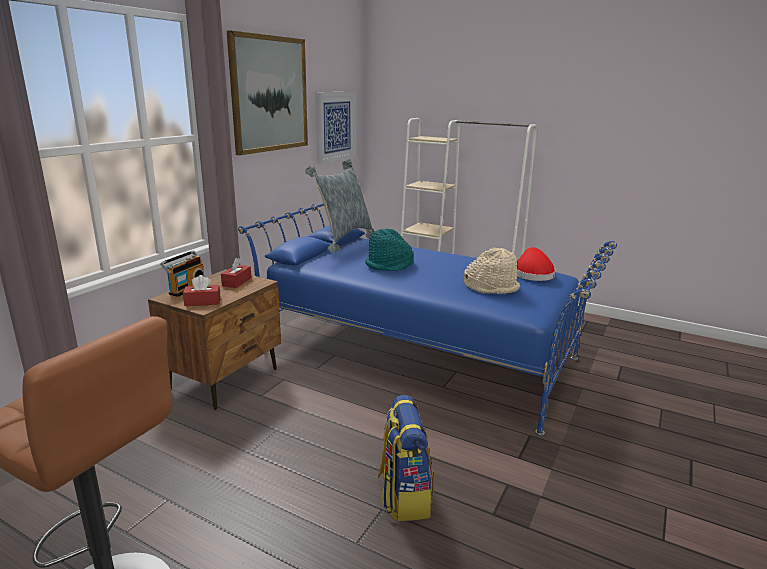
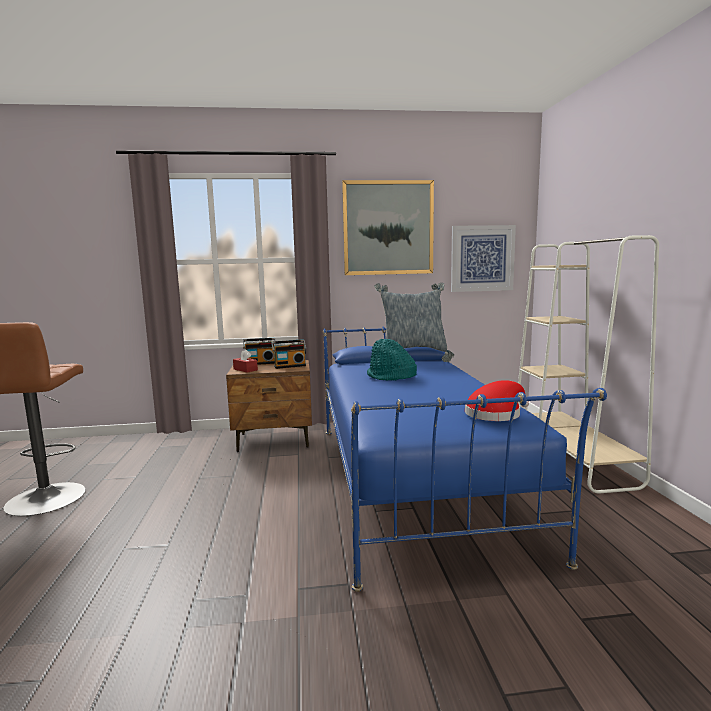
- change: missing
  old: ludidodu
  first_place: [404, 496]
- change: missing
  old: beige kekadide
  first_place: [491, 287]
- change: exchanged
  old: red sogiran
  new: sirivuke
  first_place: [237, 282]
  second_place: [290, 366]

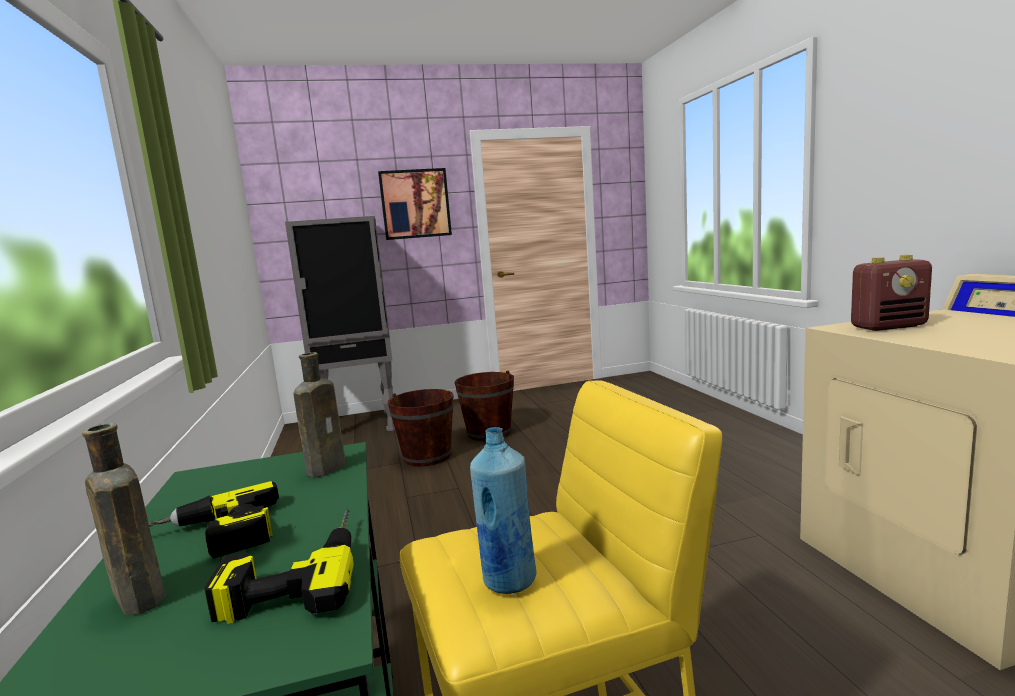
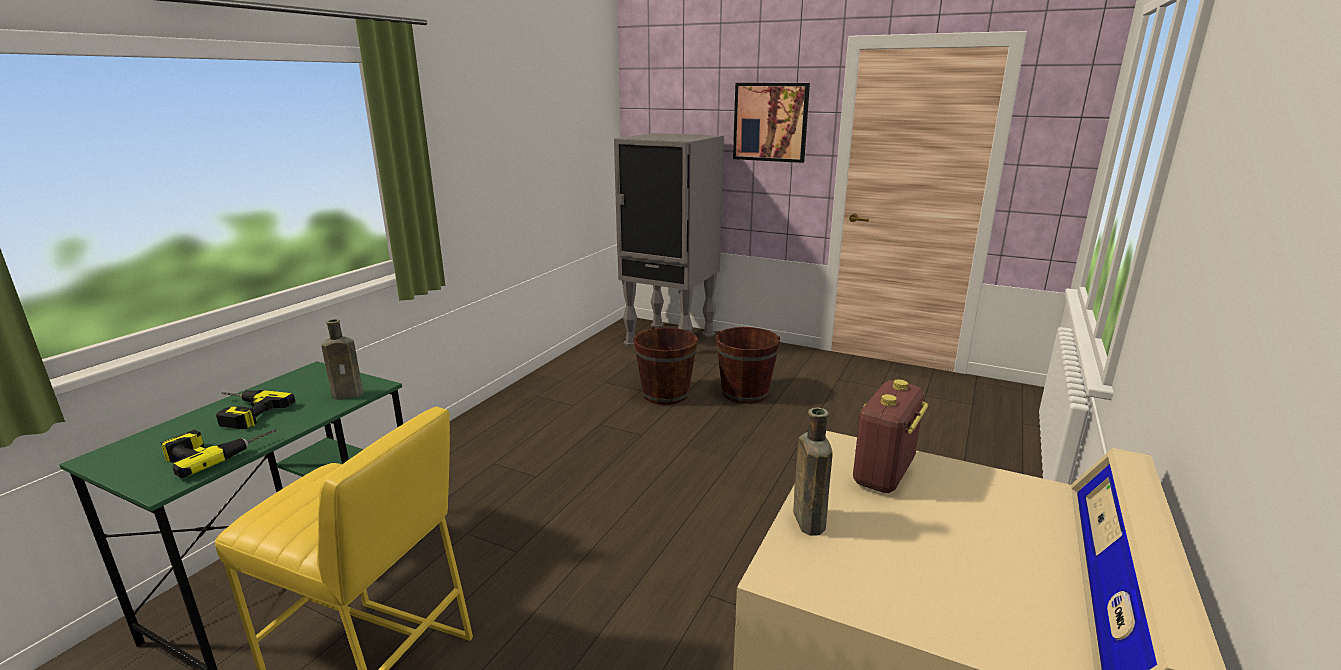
- change: missing
  old: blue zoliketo
  first_place: [508, 580]
- change: relocated
  old: brown zoliketo
  first_place: [138, 596]
  second_place: [807, 519]
- change: spun
  old: sirivuke
  first_place: [889, 327]
  second_place: [884, 473]
  degrees: 90

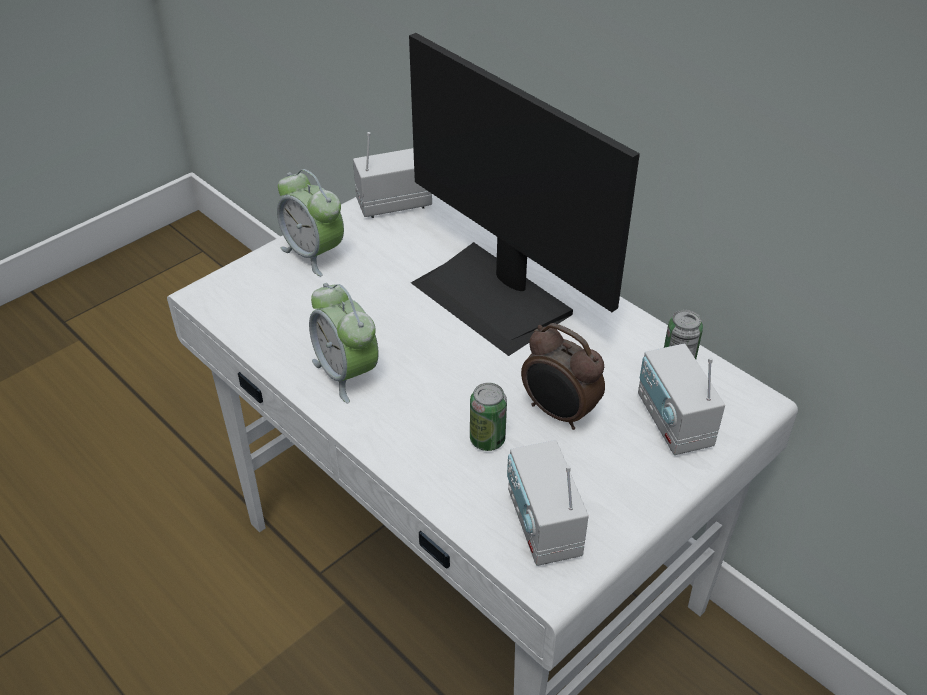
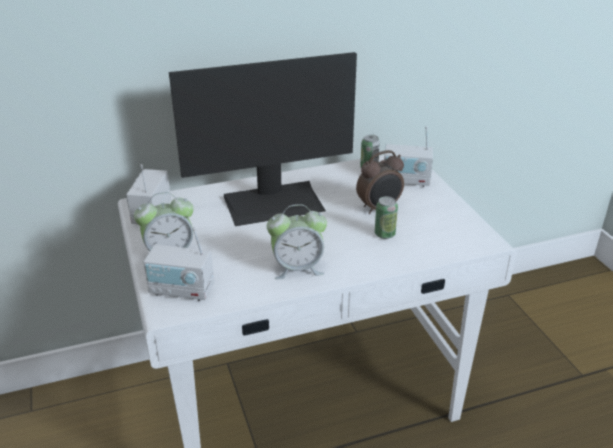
- change: relocated
  old: sirivuke
  first_place: [543, 525]
  second_place: [182, 290]

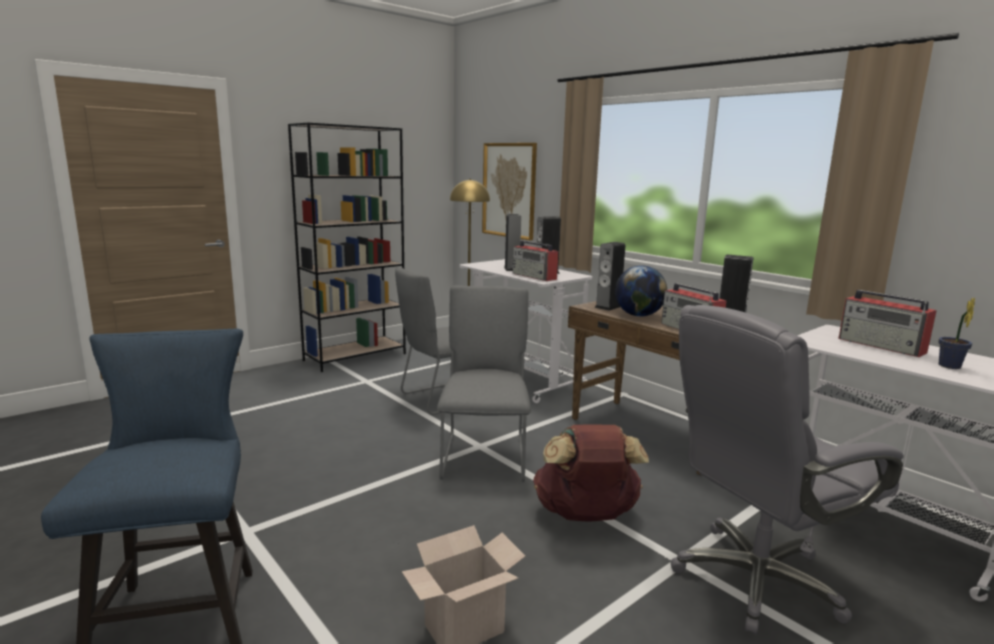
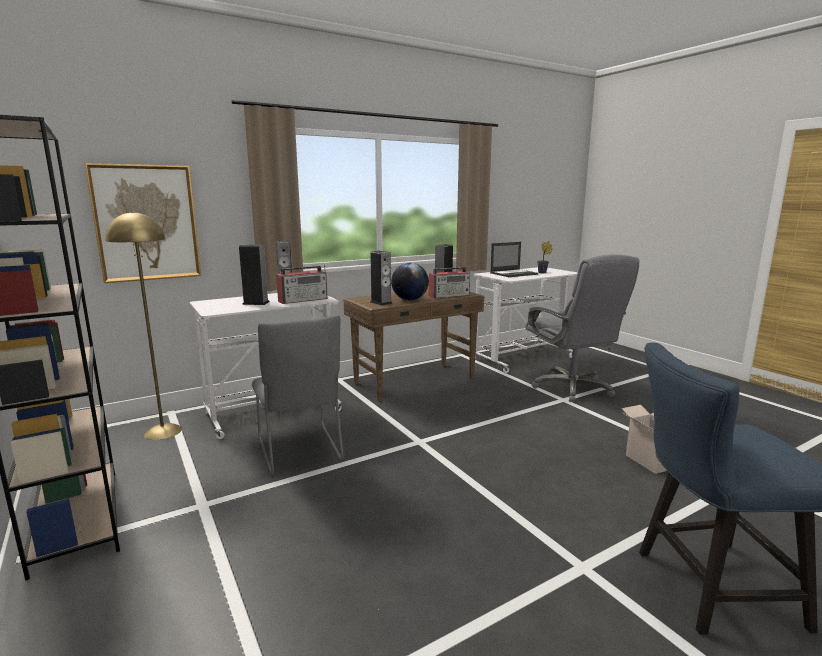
- change: missing
  old: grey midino
  first_place: [484, 456]
- change: missing
  old: brown ludidodu
  first_place: [586, 516]
- change: exchanged
  old: sirivuke
  new: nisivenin
  first_place: [882, 346]
  second_place: [514, 273]

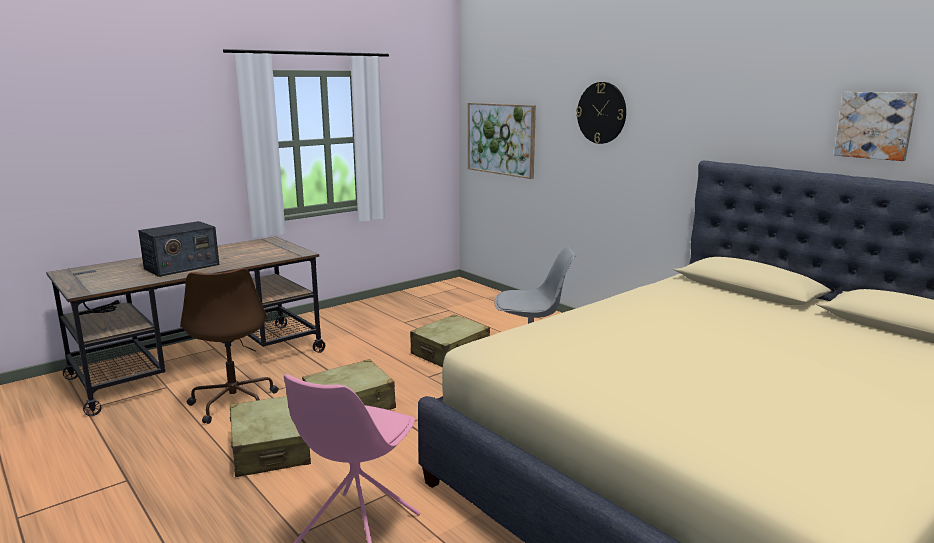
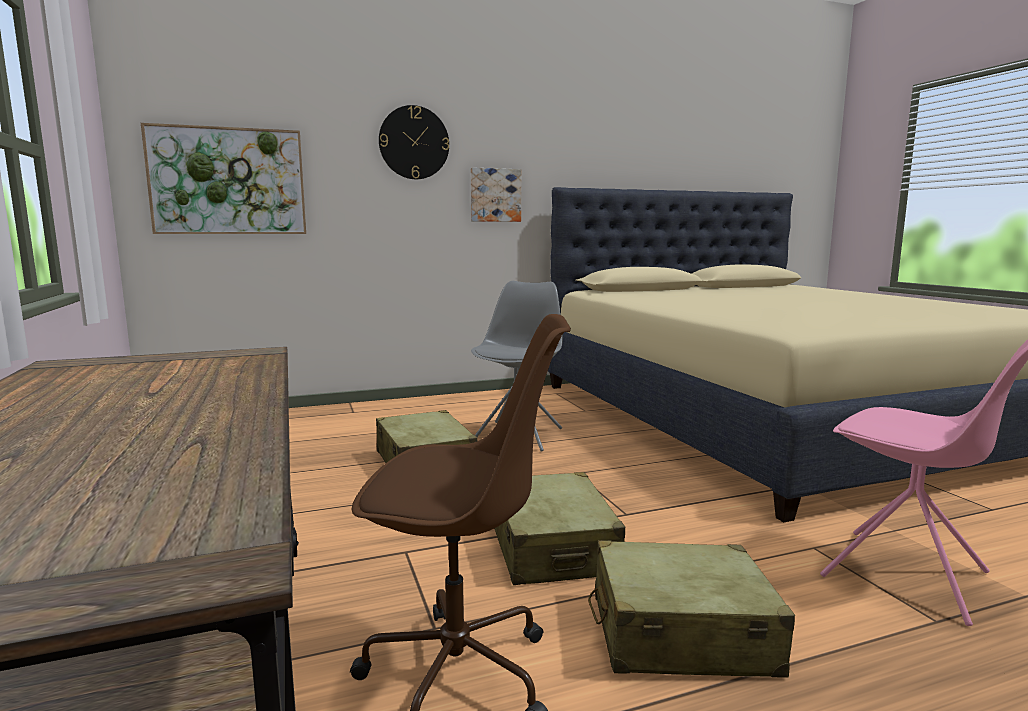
- change: missing
  old: sirivuke
  first_place: [181, 267]
- change: relocated
  old: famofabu
  first_place: [875, 125]
  second_place: [495, 195]

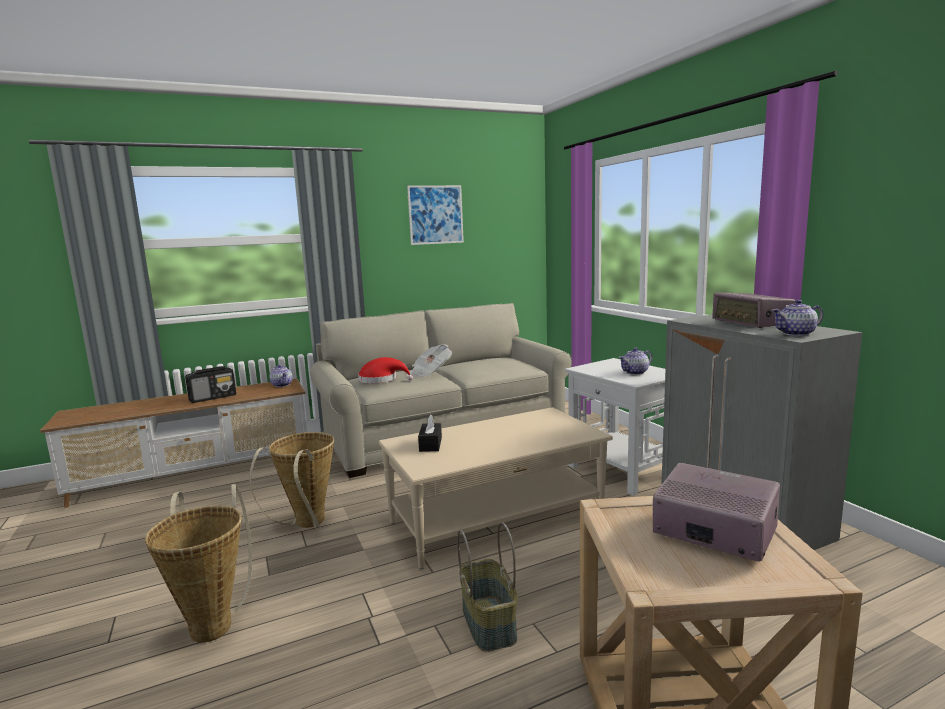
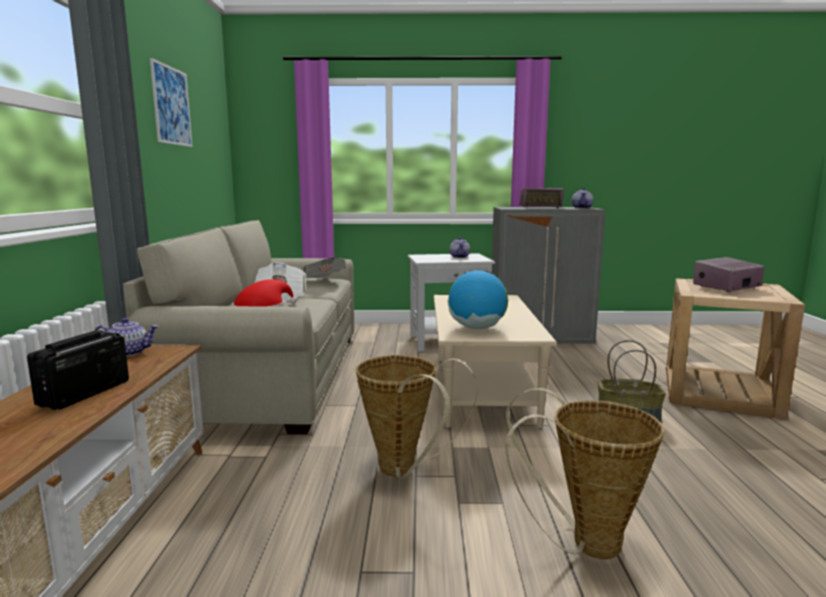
- change: appeared
  new: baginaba
  second_place: [324, 281]
- change: exchanged
  old: black sogiran
  new: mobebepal
  first_place: [430, 444]
  second_place: [477, 328]
- change: spun
  old: sirivuke
  first_place: [213, 398]
  second_place: [83, 394]
  degrees: -150

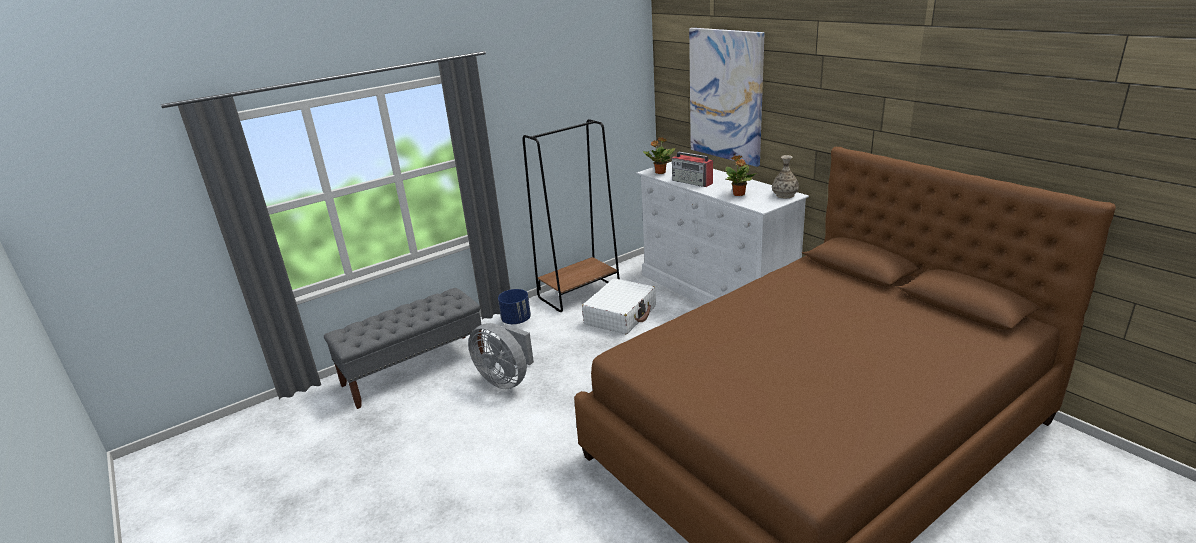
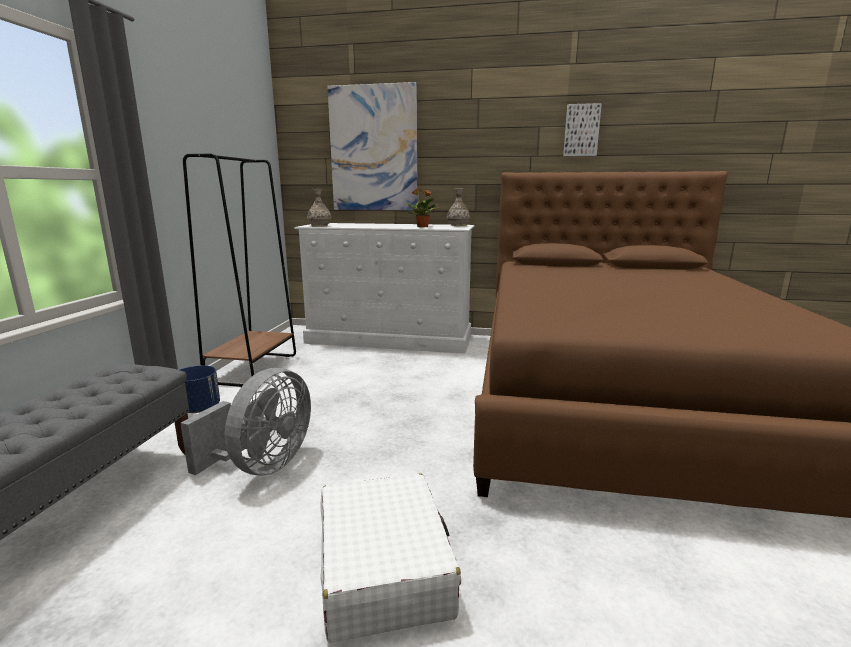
- change: missing
  old: sirivuke
  first_place: [692, 182]
- change: appeared
  new: famofabu
  second_place: [581, 130]
- change: relocated
  old: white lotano
  first_place: [621, 315]
  second_place: [384, 567]
- change: exchanged
  old: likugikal
  new: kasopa
  first_place: [660, 172]
  second_place: [319, 226]
- change: spun
  old: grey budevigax
  first_place: [506, 380]
  second_place: [262, 466]
  degrees: -60

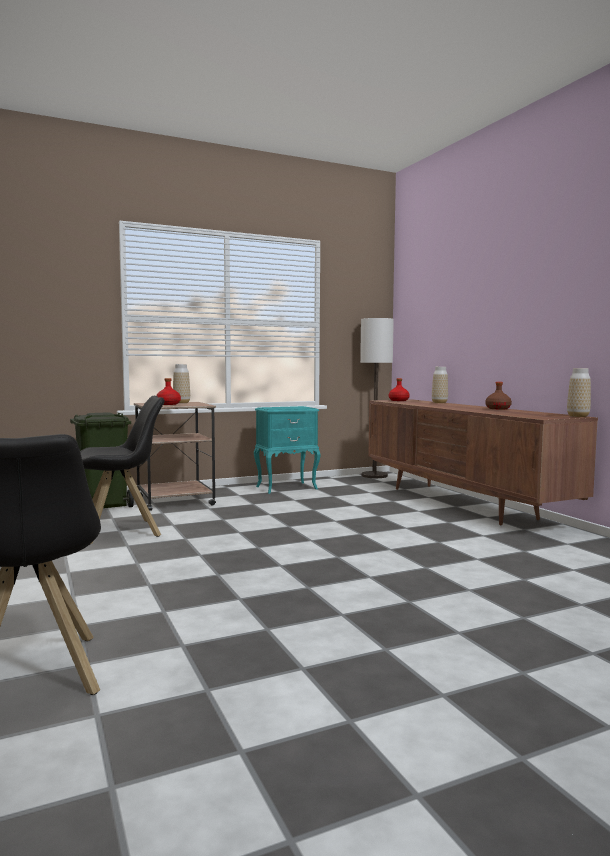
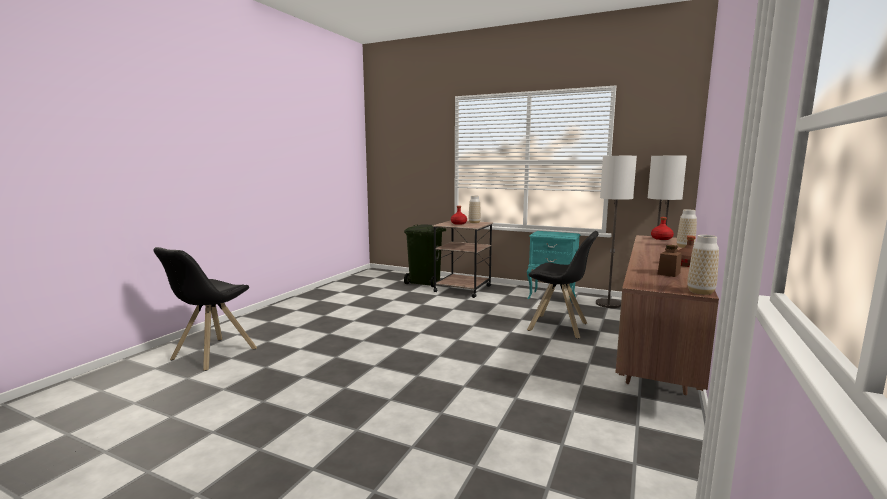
- change: appeared
  new: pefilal
  second_place: [608, 304]
- change: appeared
  new: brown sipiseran
  second_place: [668, 273]
- change: relocated
  old: black midino
  first_place: [121, 531]
  second_place: [558, 326]

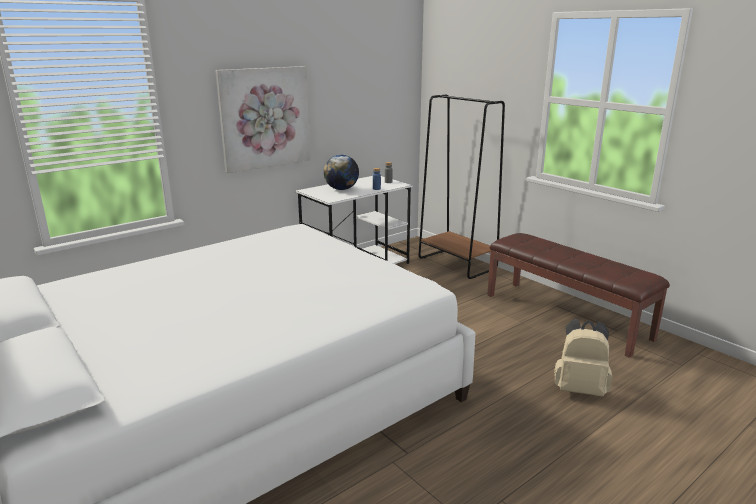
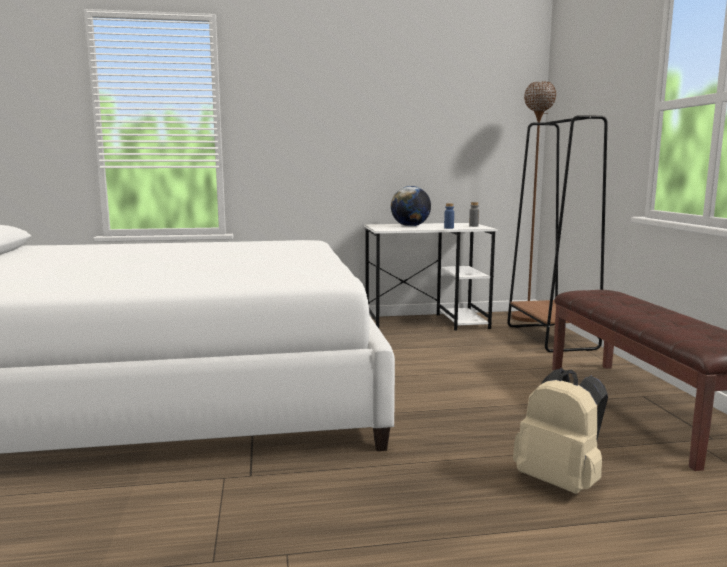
- change: missing
  old: famofabu
  first_place: [265, 118]
- change: appeared
  new: brown pefilal
  second_place: [528, 318]

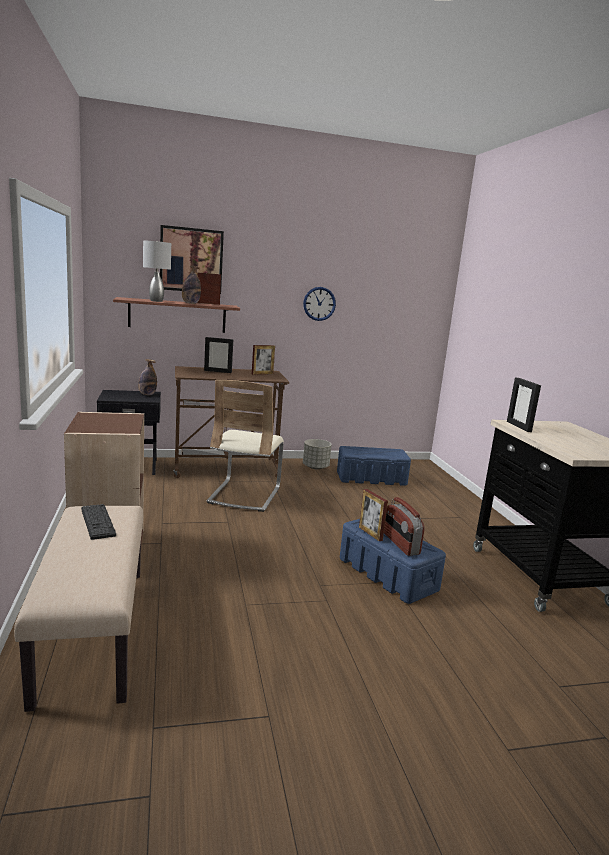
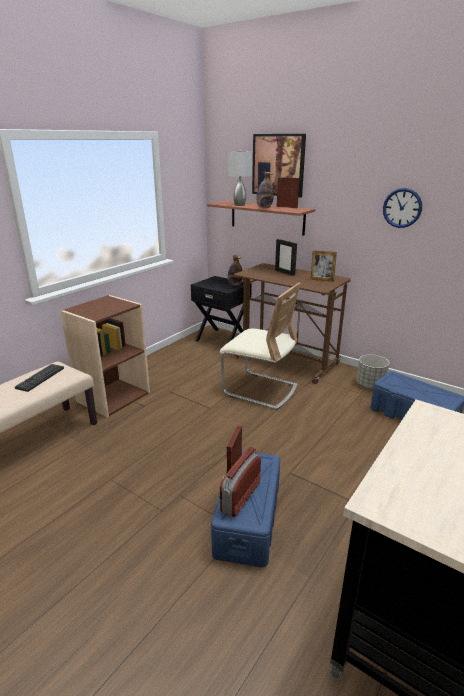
- change: missing
  old: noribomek
  first_place: [519, 426]
- change: spun
  old: beige midino
  first_place: [244, 495]
  second_place: [260, 390]
  degrees: -120

